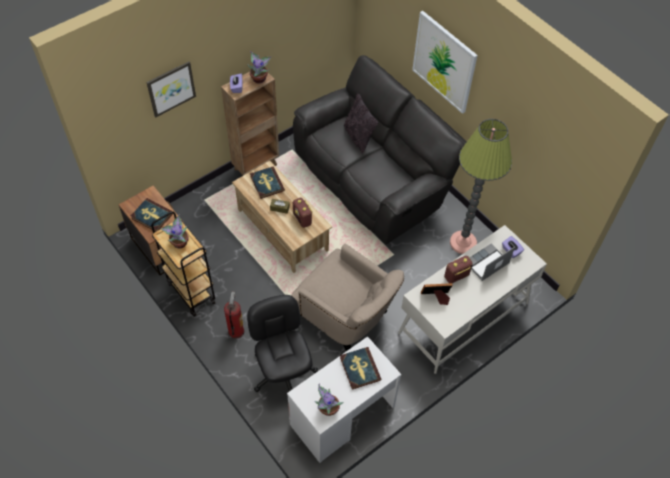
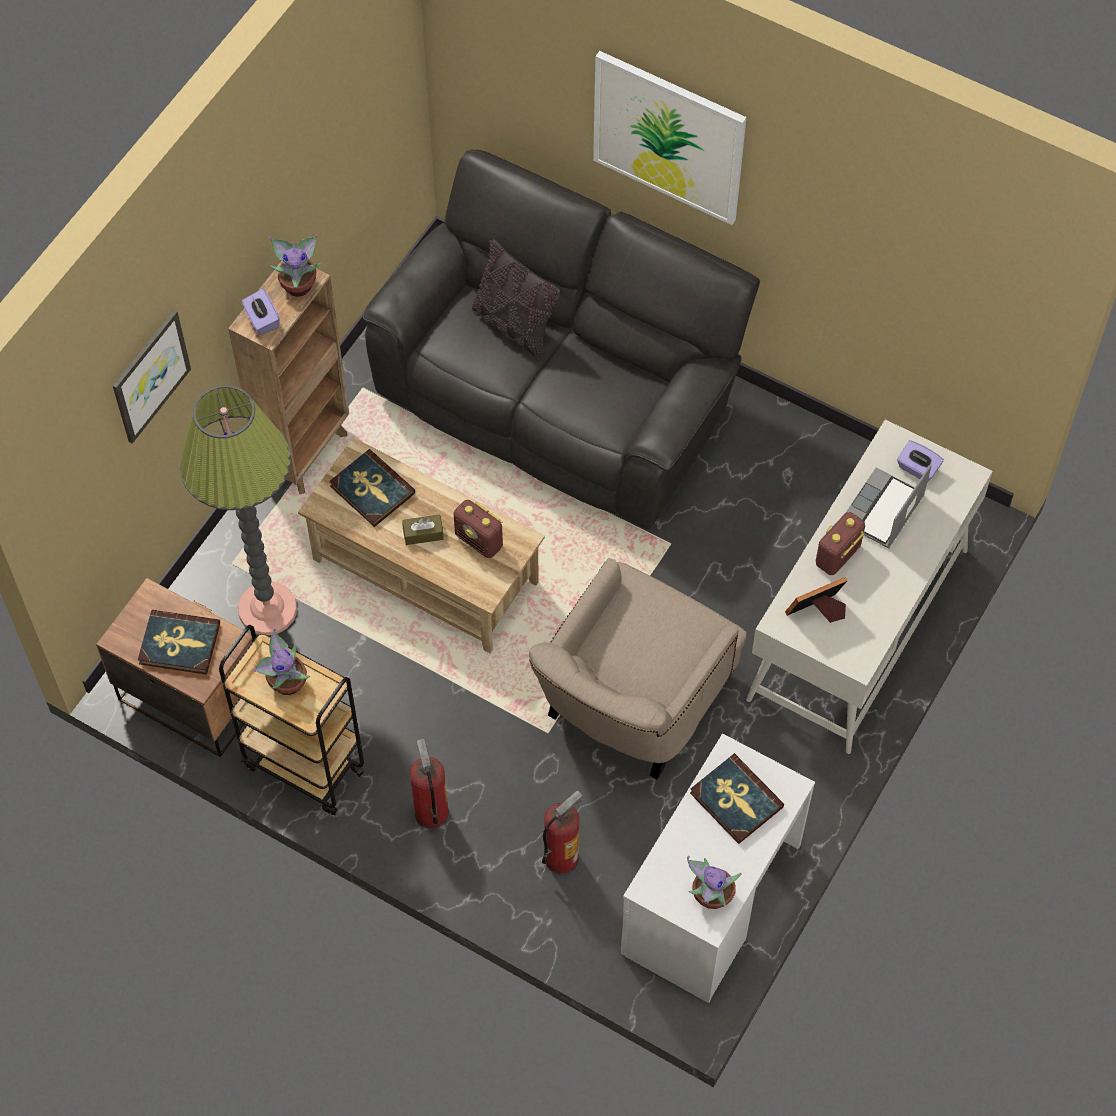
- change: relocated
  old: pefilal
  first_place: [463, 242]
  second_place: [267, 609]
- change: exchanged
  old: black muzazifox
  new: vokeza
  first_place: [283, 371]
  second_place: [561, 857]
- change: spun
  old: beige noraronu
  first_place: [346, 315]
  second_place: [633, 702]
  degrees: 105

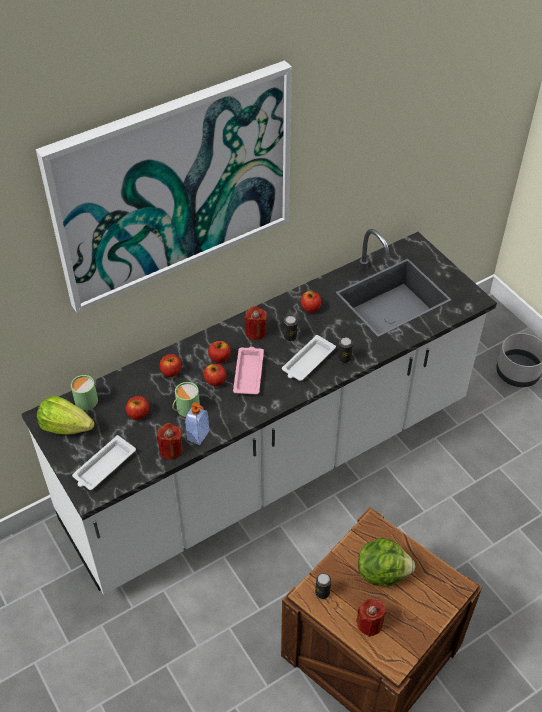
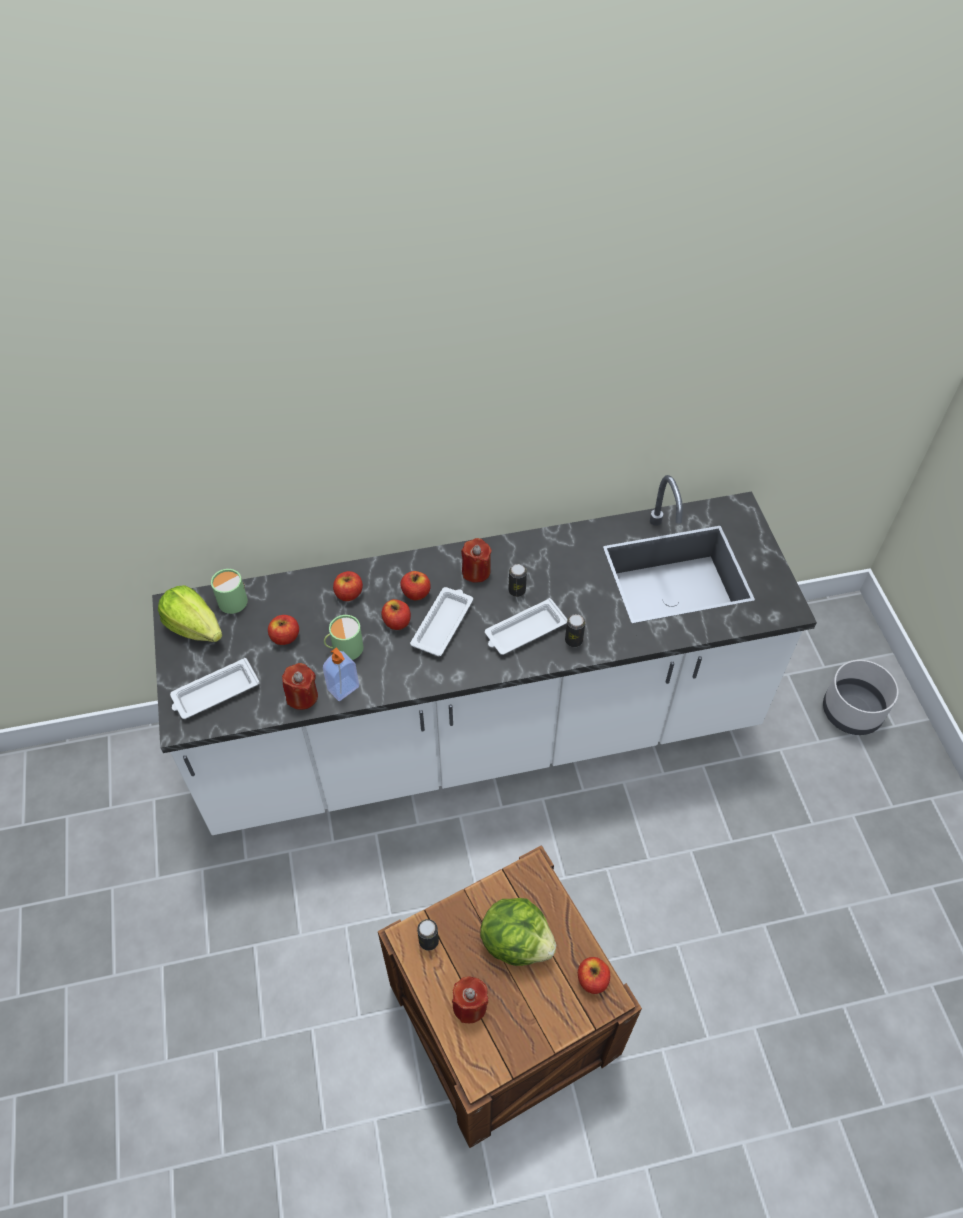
- change: missing
  old: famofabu
  first_place: [174, 186]
- change: relocated
  old: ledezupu
  first_place: [310, 308]
  second_place: [592, 979]
- change: colour
  old: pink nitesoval
  new: white nitesoval
  first_place: [249, 373]
  second_place: [443, 623]

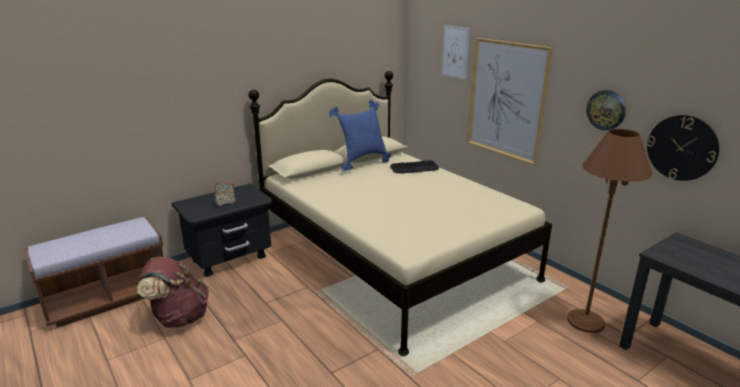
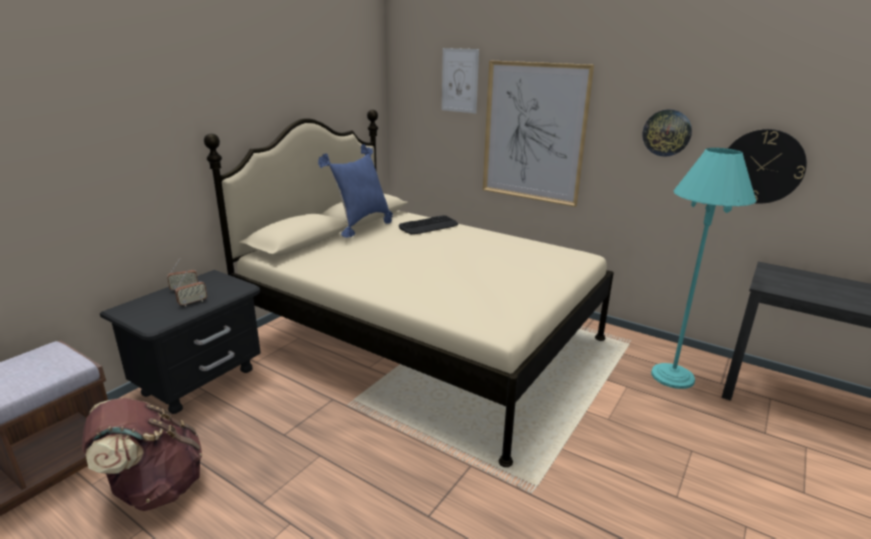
- change: colour
  old: brown pefilal
  new: turquoise pefilal
  first_place: [585, 321]
  second_place: [672, 376]

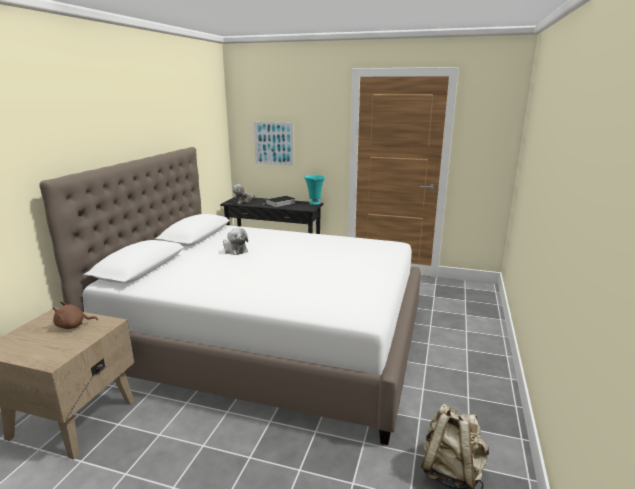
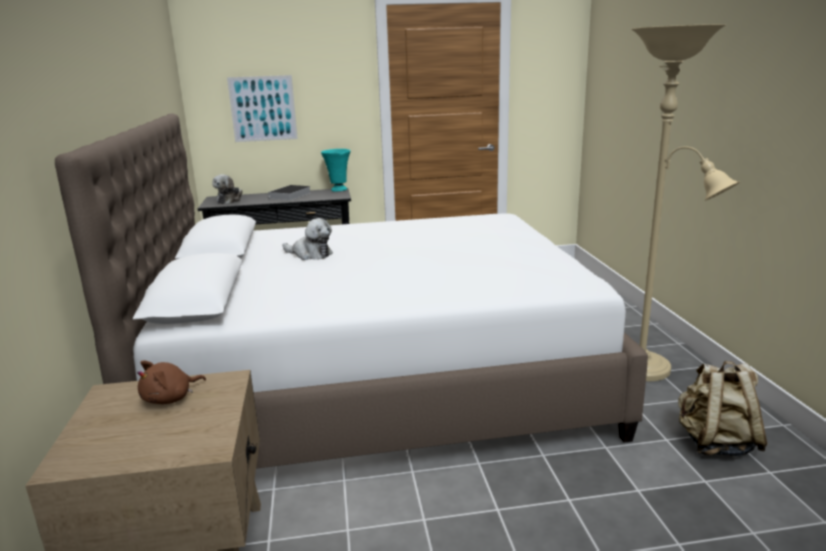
- change: appeared
  new: beige pefilal
  second_place: [648, 370]

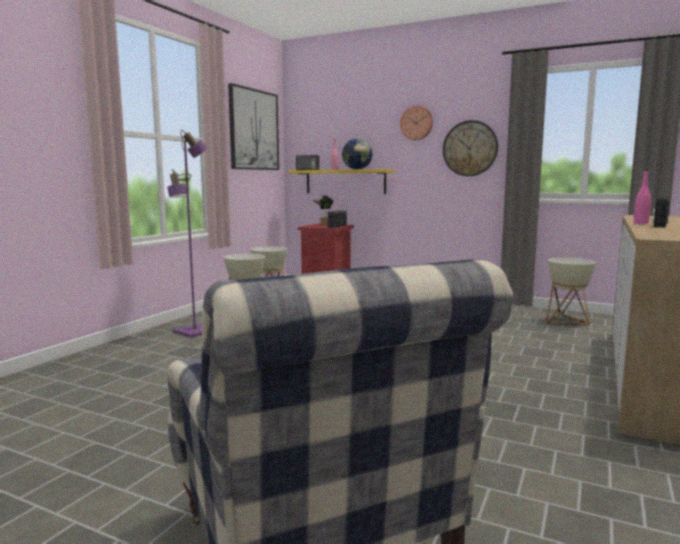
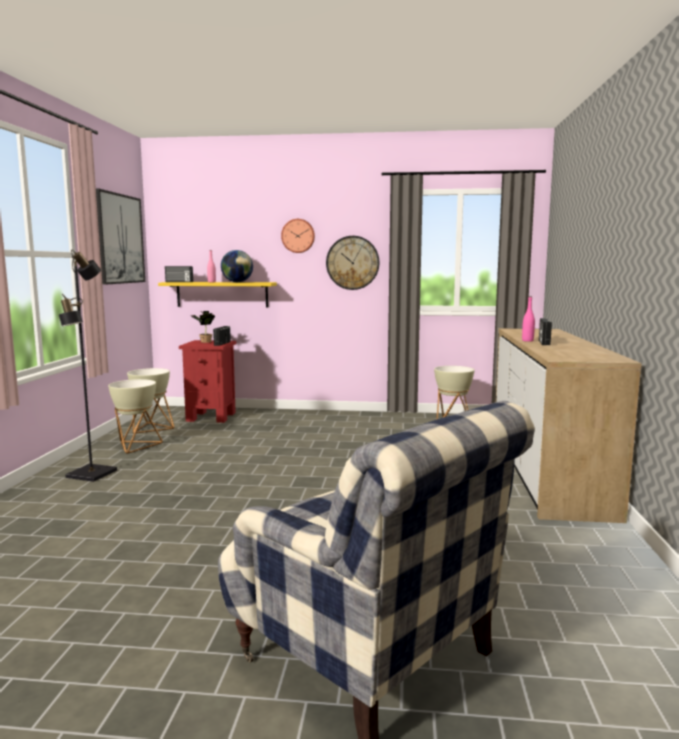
- change: colour
  old: purple pefilal
  new: black pefilal
  first_place: [194, 331]
  second_place: [91, 474]

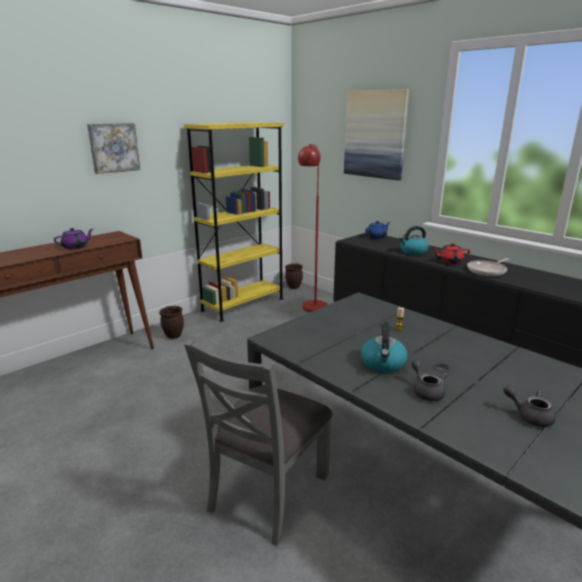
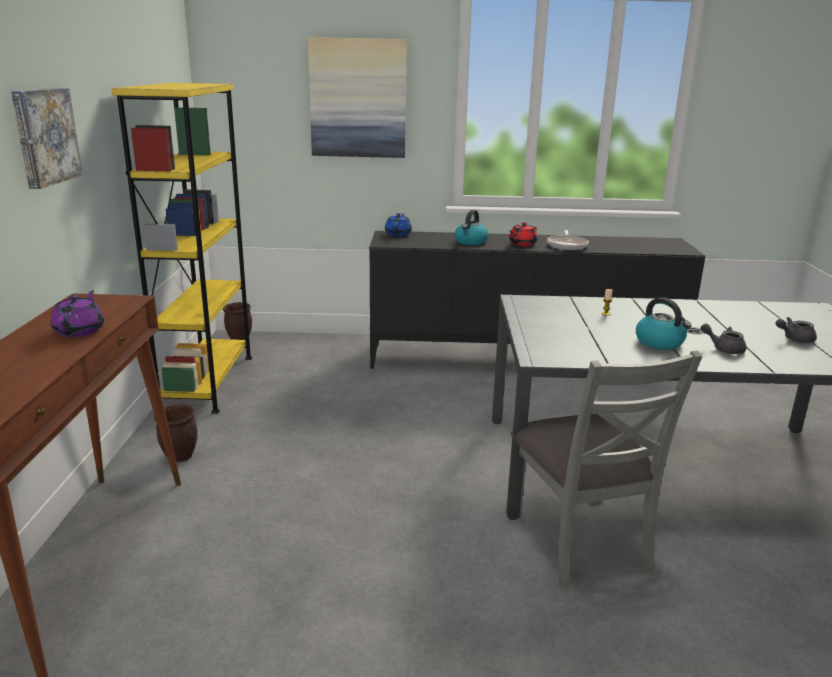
- change: missing
  old: red pefilal
  first_place: [311, 305]

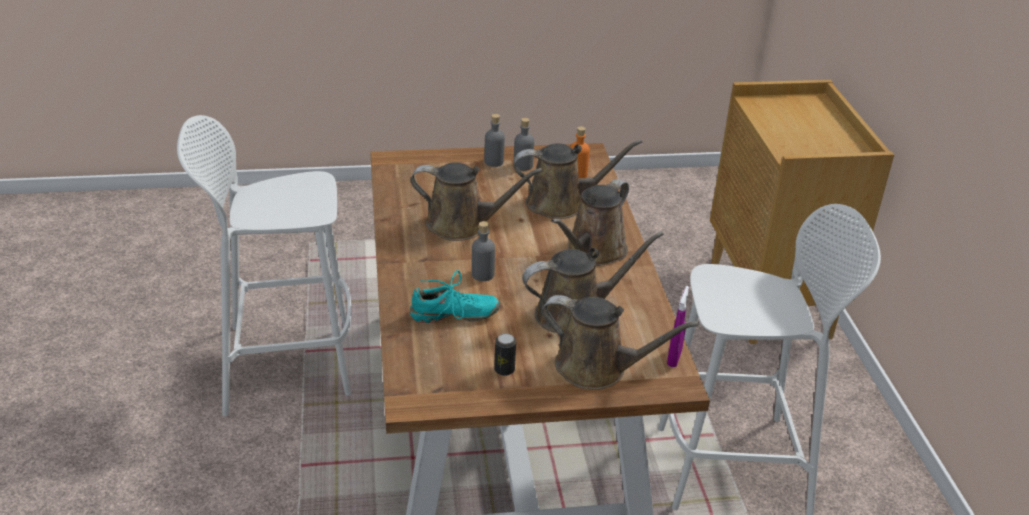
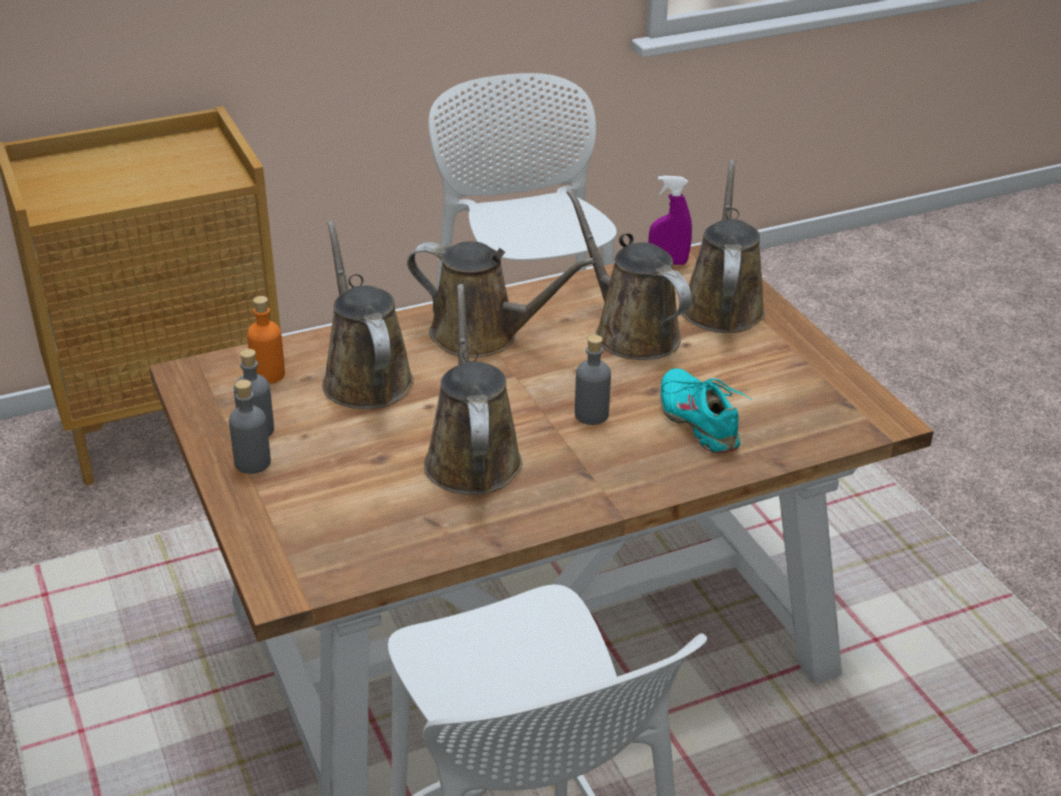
- change: missing
  old: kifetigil
  first_place: [504, 370]

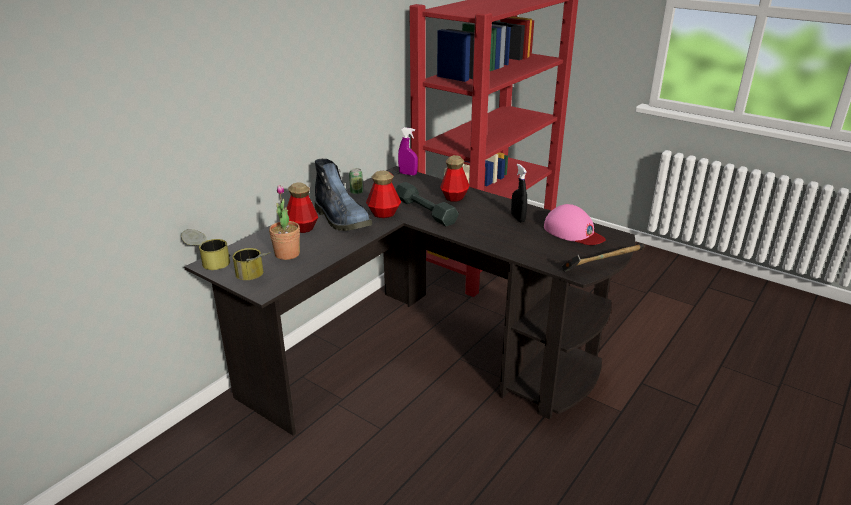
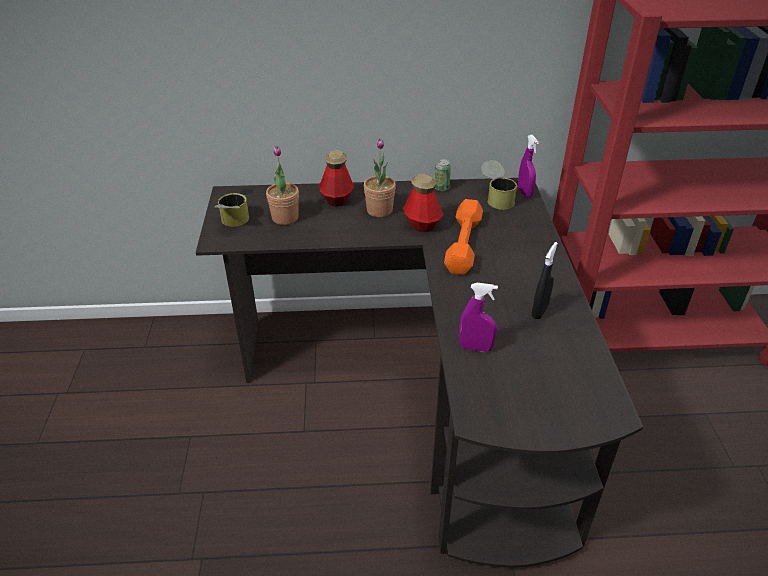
- change: missing
  old: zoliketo
  first_place: [454, 197]
- change: missing
  old: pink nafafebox
  first_place: [573, 232]
- change: missing
  old: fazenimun
  first_place: [601, 265]
- change: appeared
  new: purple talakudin
  second_place: [475, 348]
- change: relocated
  old: kifetigil
  first_place: [208, 262]
  second_place: [496, 198]
- change: exchanged
  old: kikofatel
  new: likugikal
  first_place: [343, 220]
  second_place: [379, 210]
- change: colour
  old: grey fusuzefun
  new: orange fusuzefun
  first_place: [424, 211]
  second_place: [463, 244]

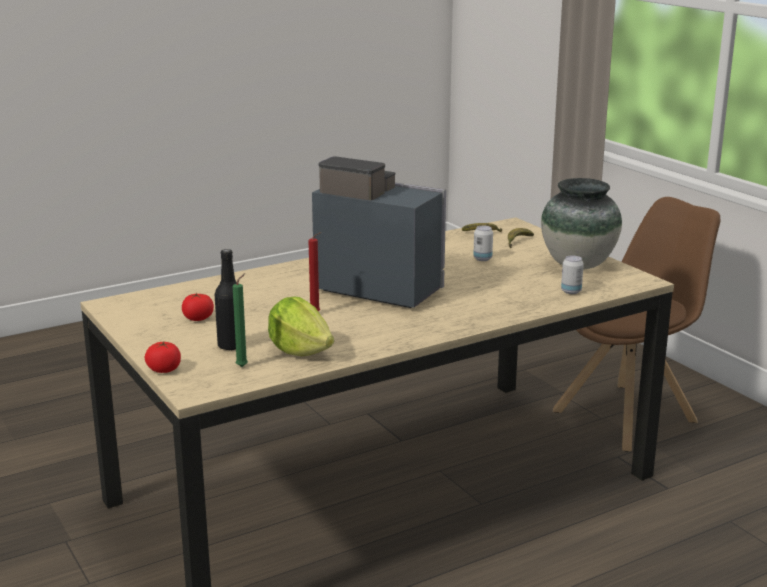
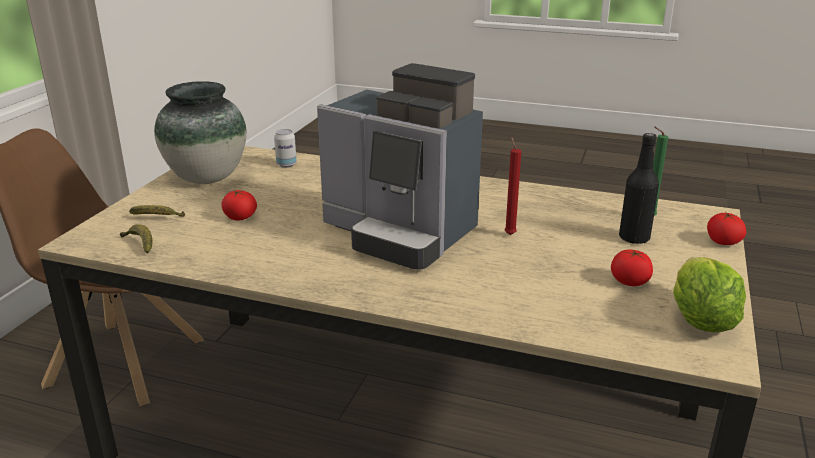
- change: relocated
  old: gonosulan
  first_place: [300, 350]
  second_place: [700, 320]
- change: exchanged
  old: kifetigil
  new: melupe
  first_place: [482, 259]
  second_place: [240, 217]
- change: spun
  old: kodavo
  first_place: [377, 287]
  second_place: [400, 234]
  degrees: -45

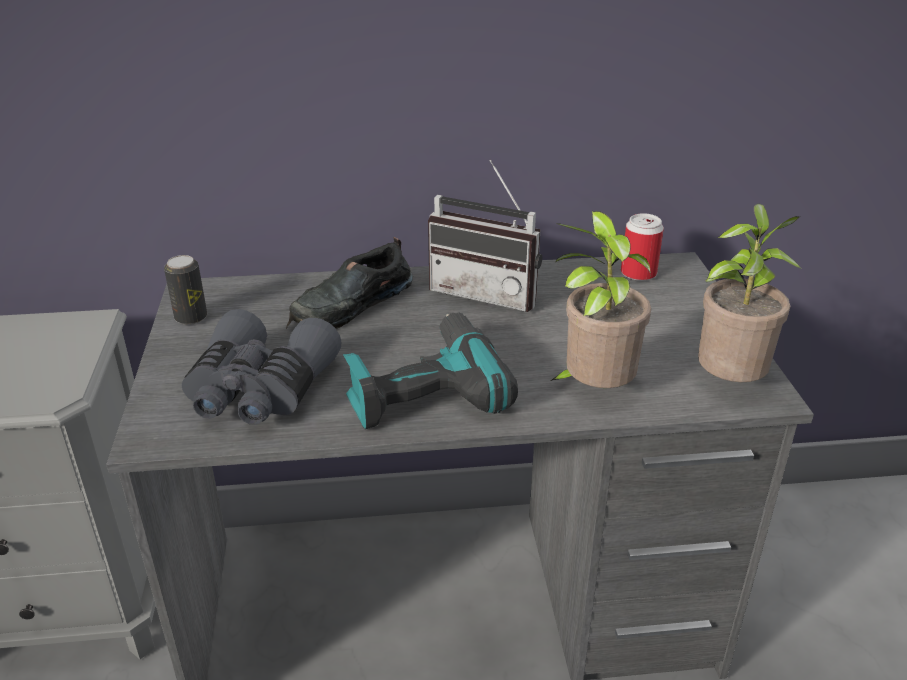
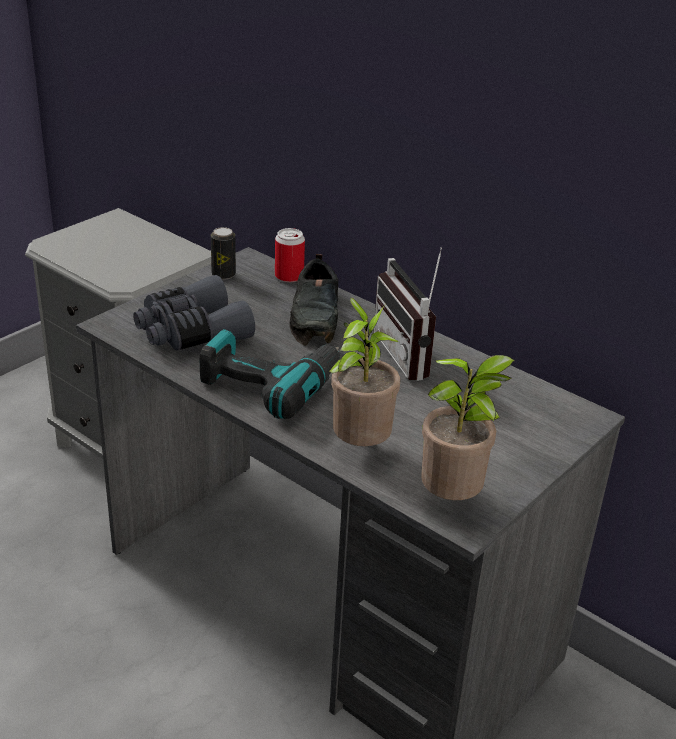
- change: relocated
  old: kifetigil
  first_place: [638, 273]
  second_place: [289, 276]
- change: spun
  old: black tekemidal
  first_place: [350, 305]
  second_place: [315, 315]
  degrees: -90

